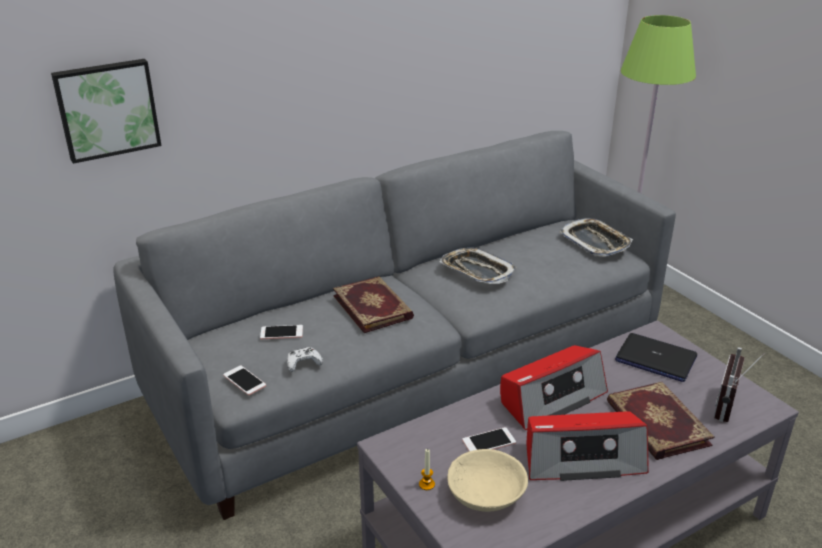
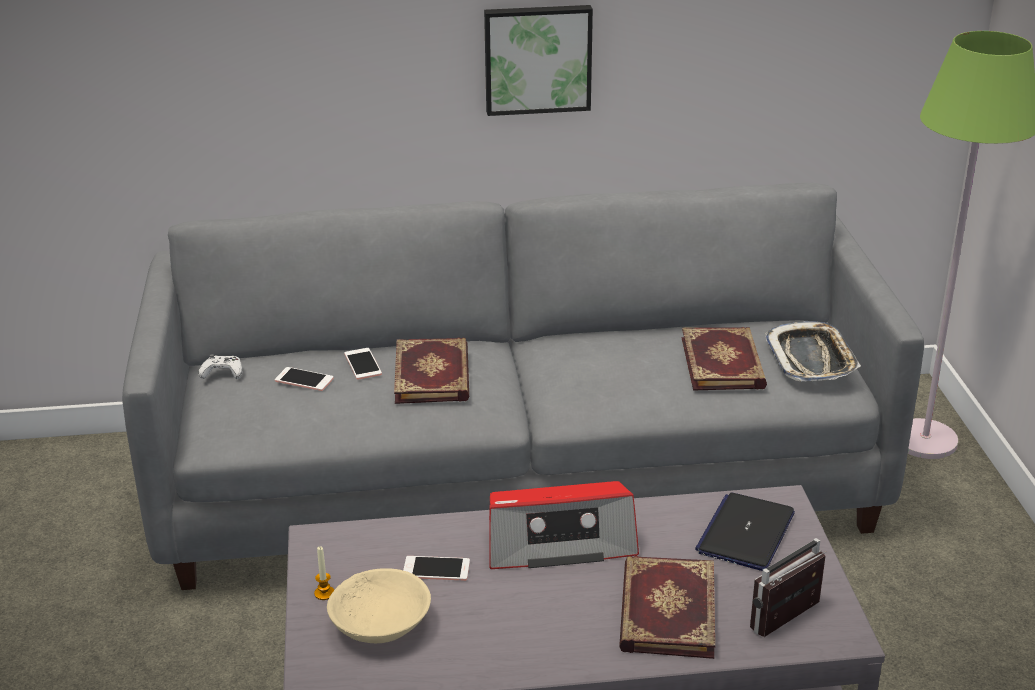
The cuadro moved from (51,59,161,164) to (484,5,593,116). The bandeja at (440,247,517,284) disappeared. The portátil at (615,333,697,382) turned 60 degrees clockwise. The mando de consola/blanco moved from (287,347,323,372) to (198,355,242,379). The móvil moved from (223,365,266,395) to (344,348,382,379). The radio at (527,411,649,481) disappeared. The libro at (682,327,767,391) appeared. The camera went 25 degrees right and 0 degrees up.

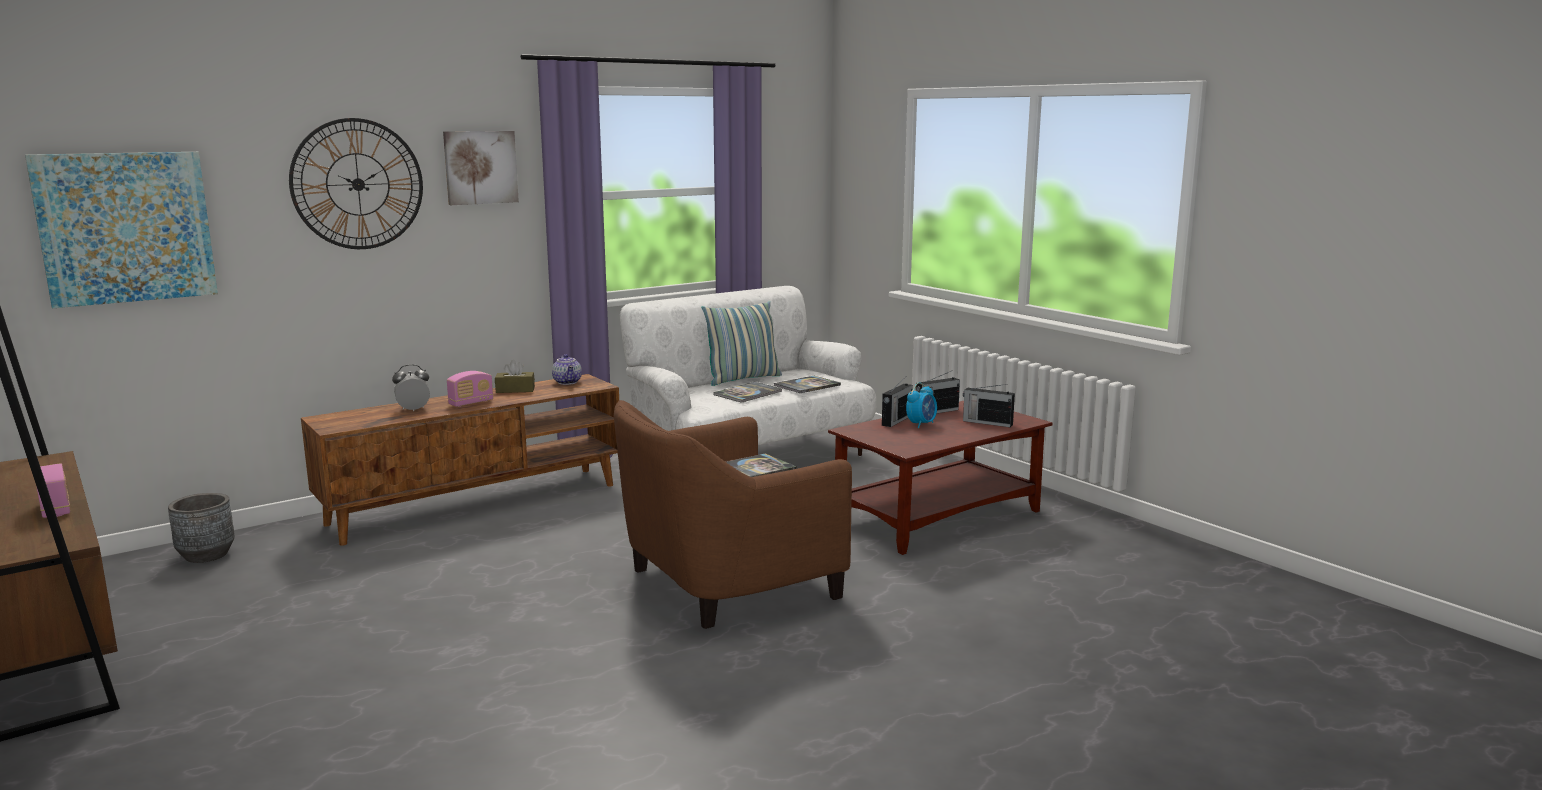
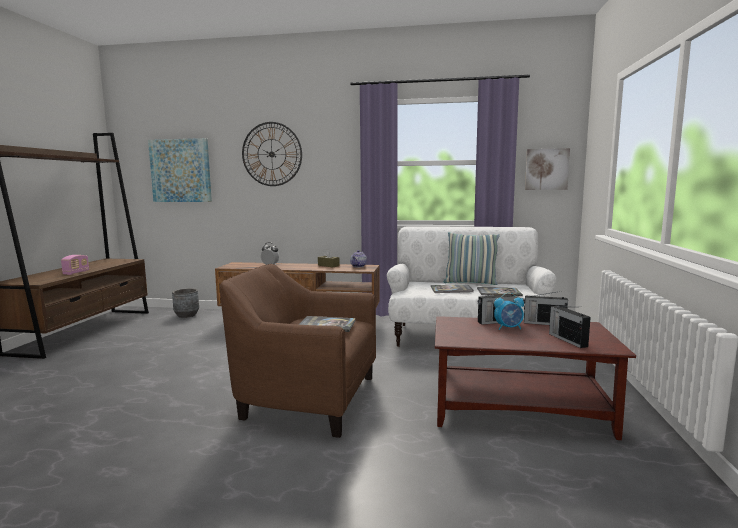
The cuadro moved from (443,131,519,205) to (525,148,570,190). The radio at (447,371,493,407) disappeared. The camera went 45 degrees right and 5 degrees down.

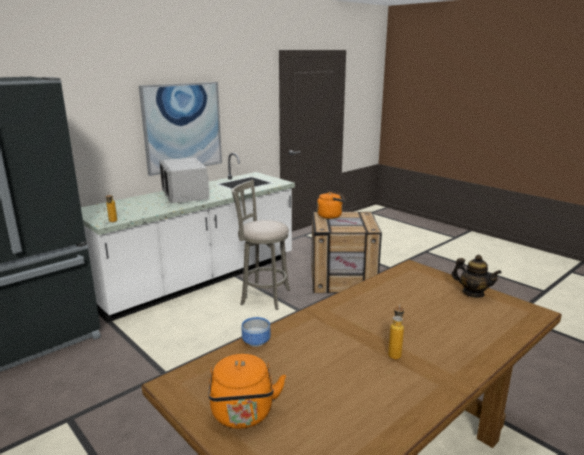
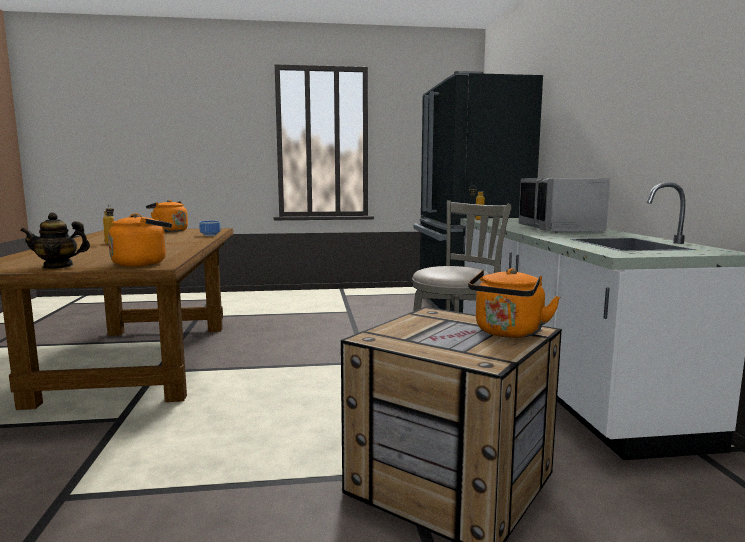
The cuadro at (139,82,222,176) disappeared. The microondas/gris at (159,157,209,203) turned 105 degrees counterclockwise. The hervidor/naranja at (108,213,172,267) appeared. The camera went 125 degrees right and 10 degrees down.

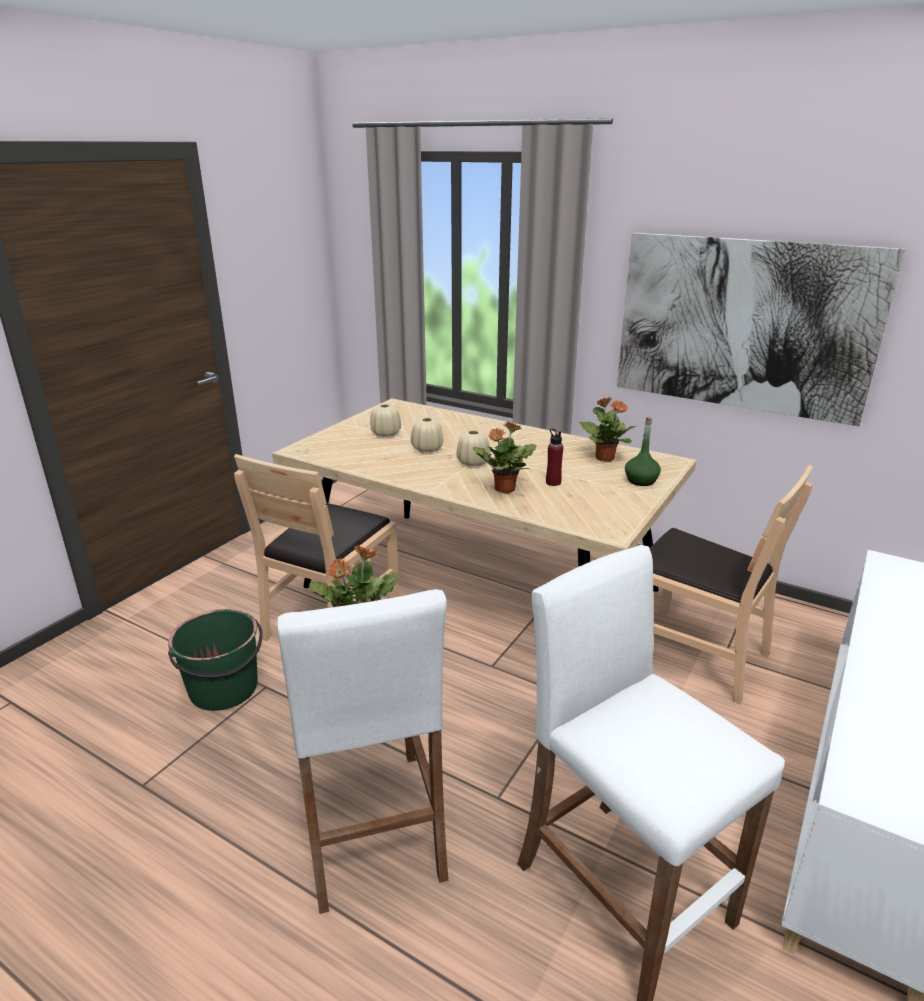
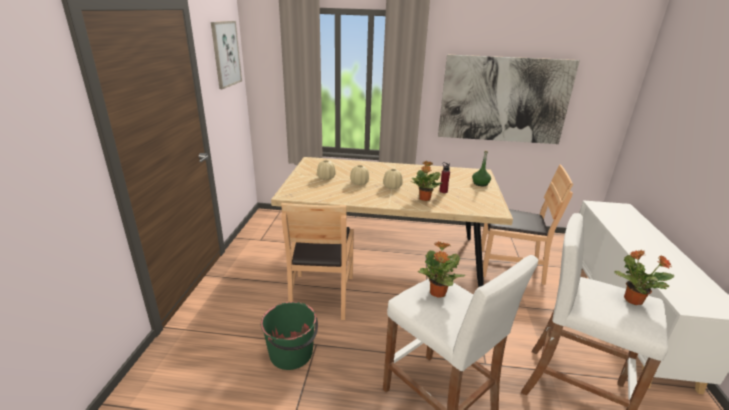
The planta en maceta moved from (580,397,636,461) to (614,250,674,305). The cuadro at (211,21,242,89) appeared. The camera went 25 degrees left and 0 degrees up.

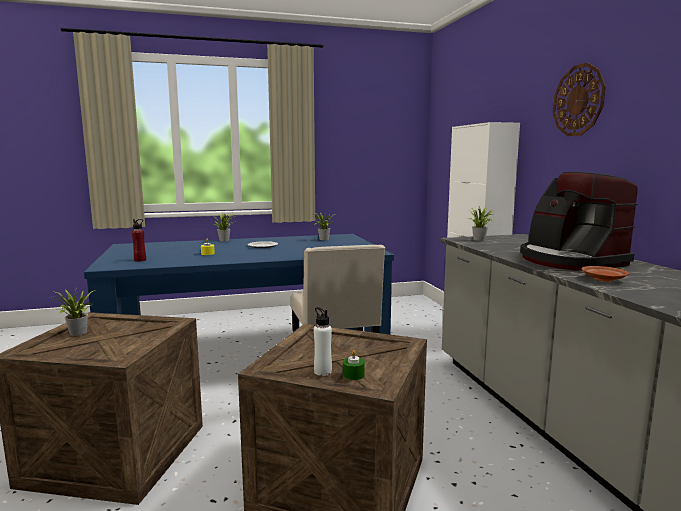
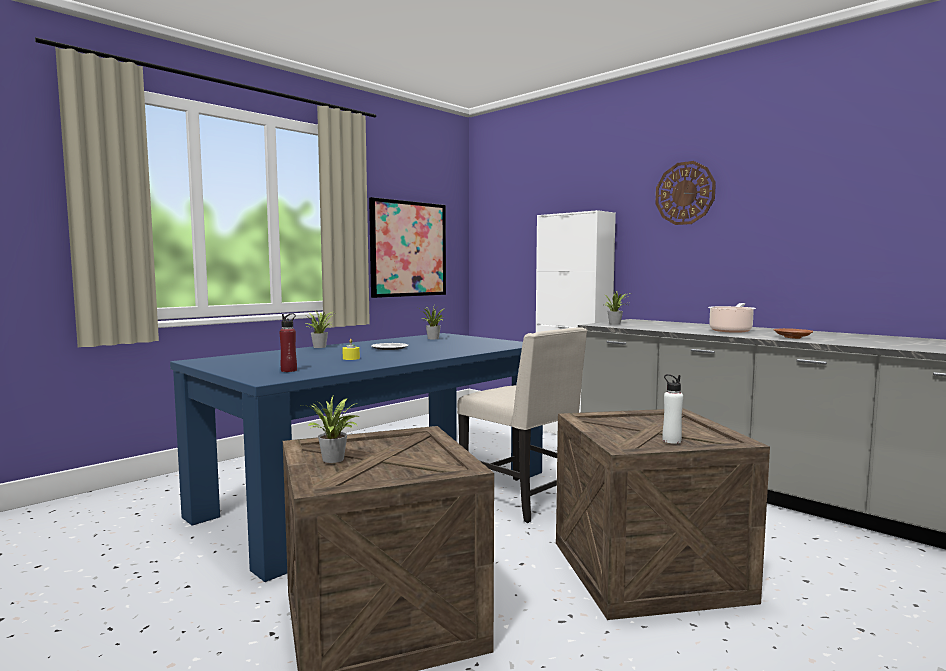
The cafetera at (520,172,638,270) was replaced by the olla at (708,303,756,333). The vela/verde at (343,350,365,380) disappeared. The cuadro at (369,197,446,298) appeared. The camera went 30 degrees left and 5 degrees down.

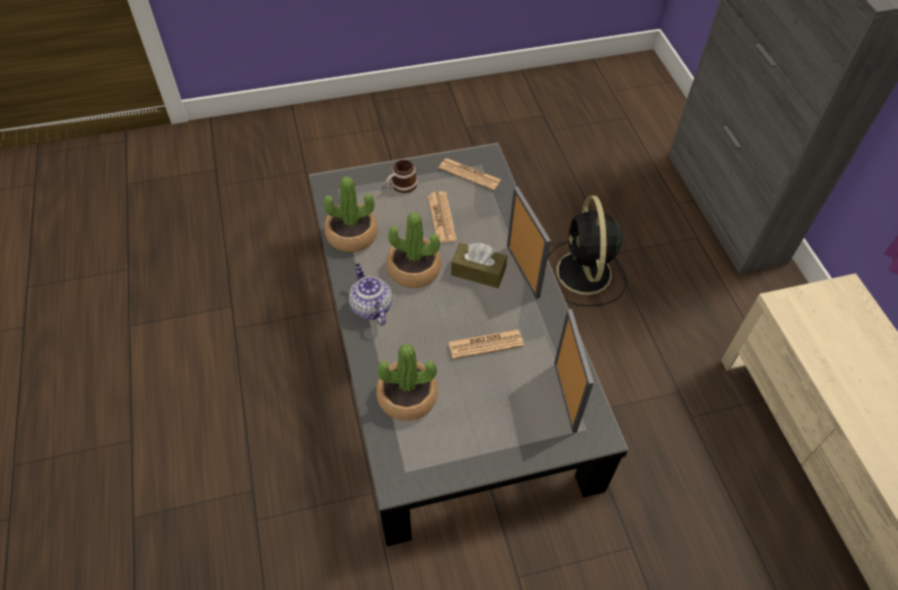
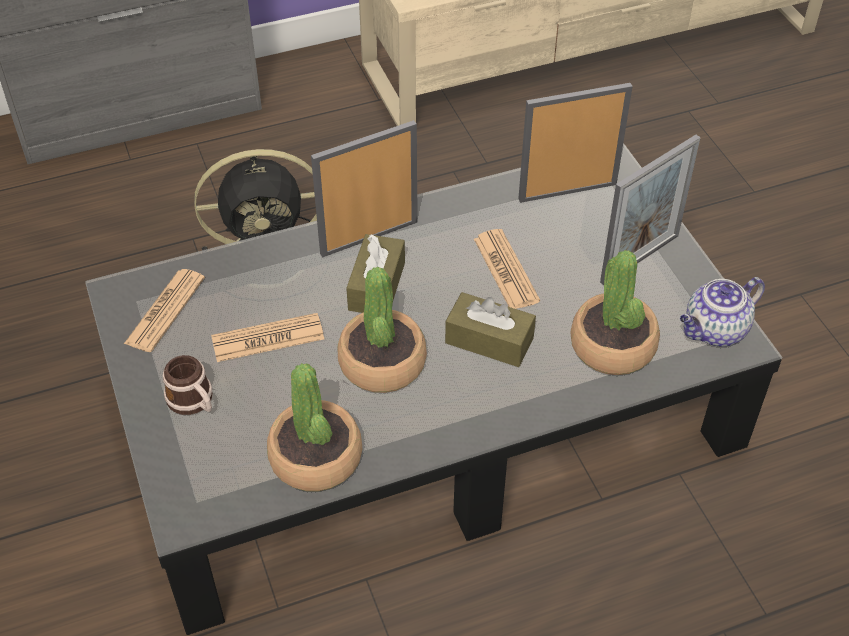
The tetera moved from (349,264,392,326) to (680,277,765,347). The portarretratos at (600,135,701,285) appeared. The caja de pañuelos/marrón at (445,292,536,367) appeared. The camera went 95 degrees left and 5 degrees down.

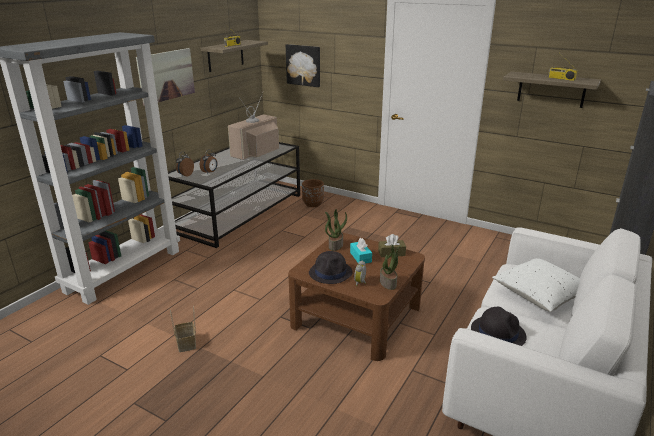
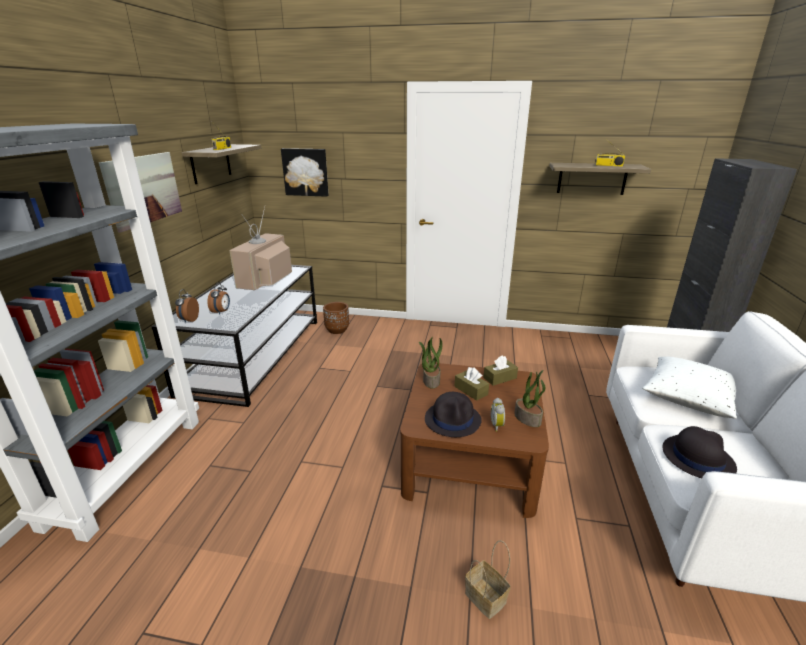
The caja de pañuelos/turquesa at (350,238,372,264) became the caja de pañuelos/marrón at (454,367,489,401). The cesta moved from (170,305,196,352) to (465,540,511,619). The camera went 20 degrees left and 0 degrees up.

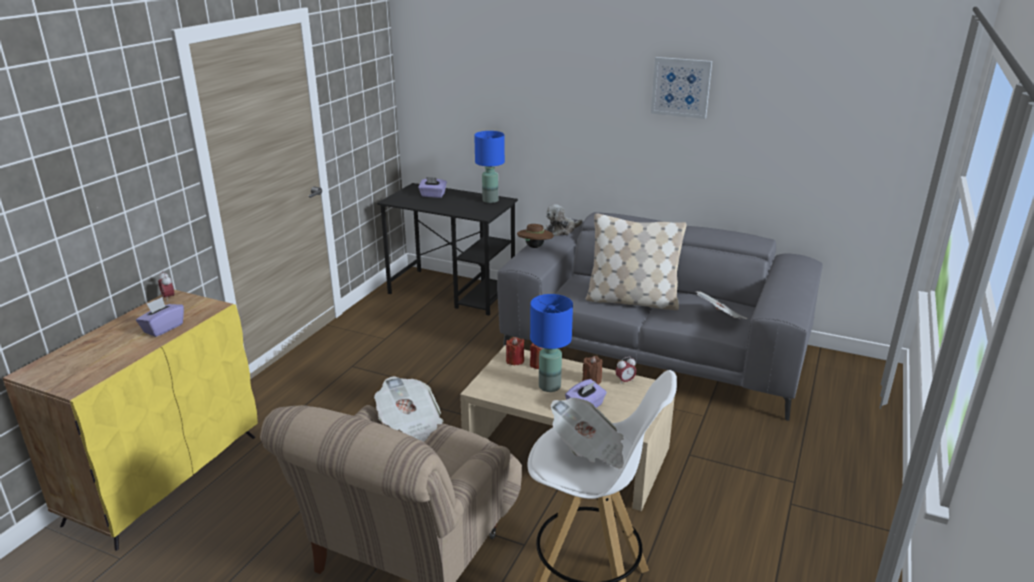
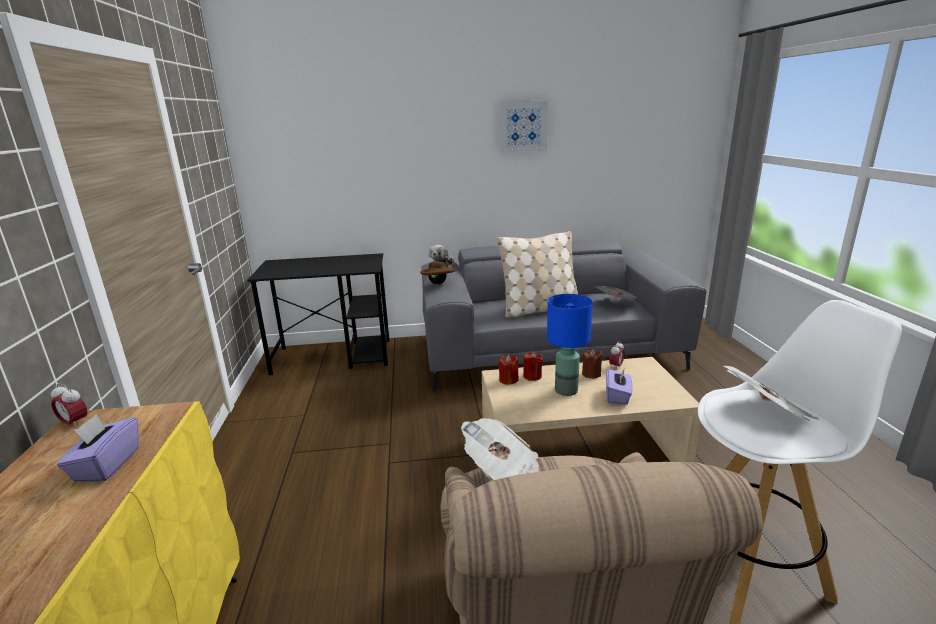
The lámpara de mesa/azul at (474,131,505,203) disappeared. The caja de pañuelos/morado at (418,177,447,198) disappeared. The camera went 30 degrees left and 5 degrees down.

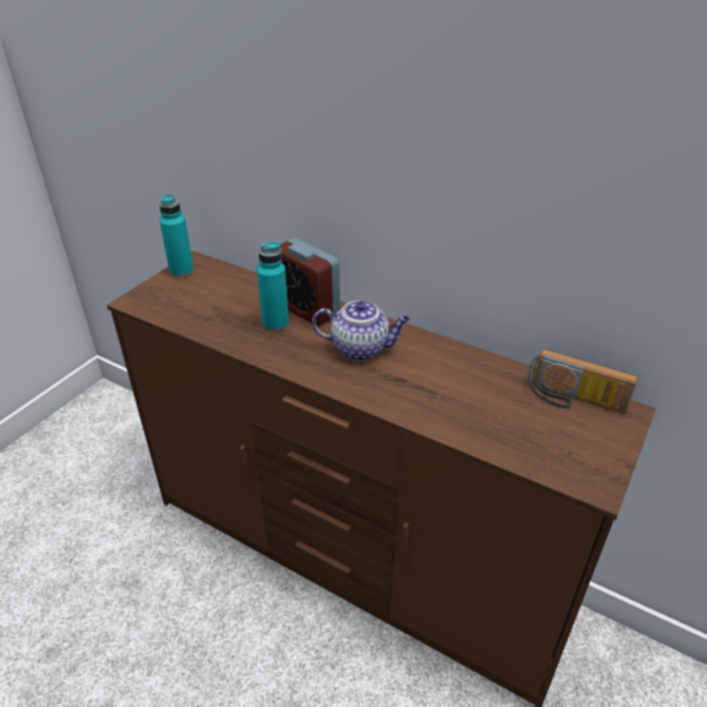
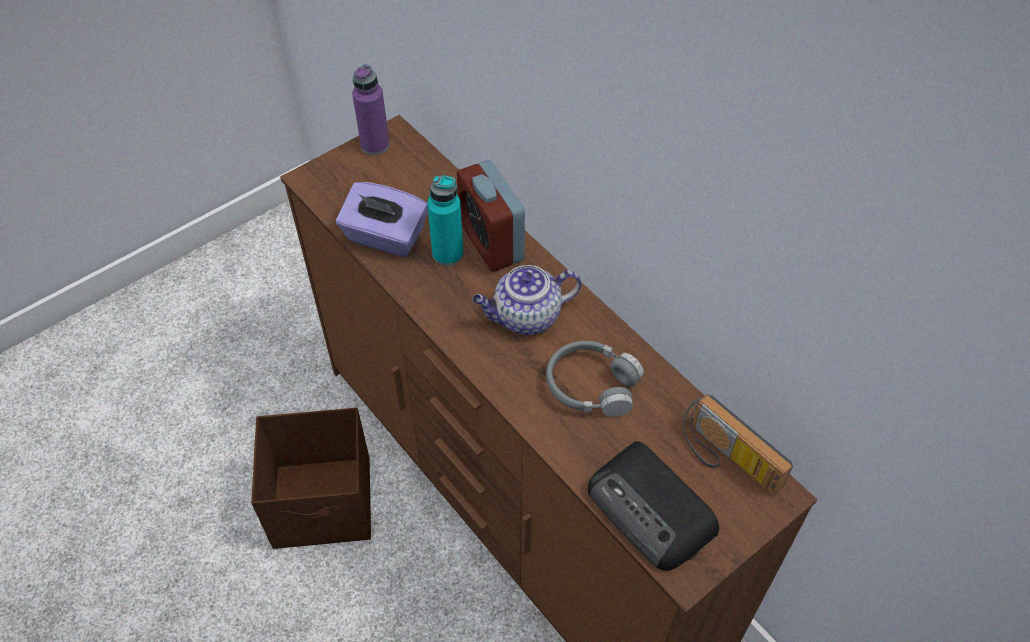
The botella/turquesa at (159,194,194,277) became the botella/morado at (352,64,390,155). The tetera at (312,300,410,361) turned 135 degrees clockwise. The caja de pañuelos/morado at (336,182,428,257) appeared. The auriculares/gris at (546,341,644,417) appeared. The caja de almacenaje/marrón at (251,408,371,549) appeared. The radio at (588,441,719,571) appeared. The camera went 20 degrees right and 15 degrees up.

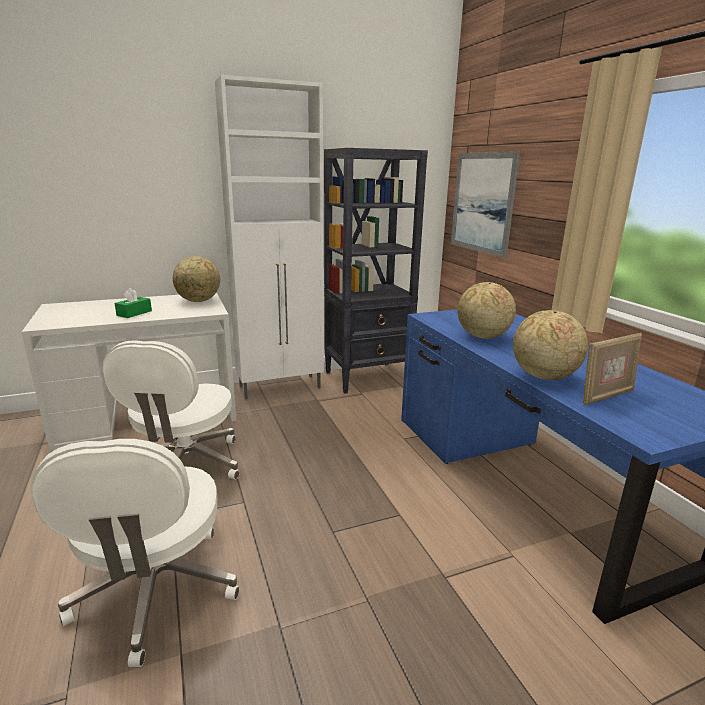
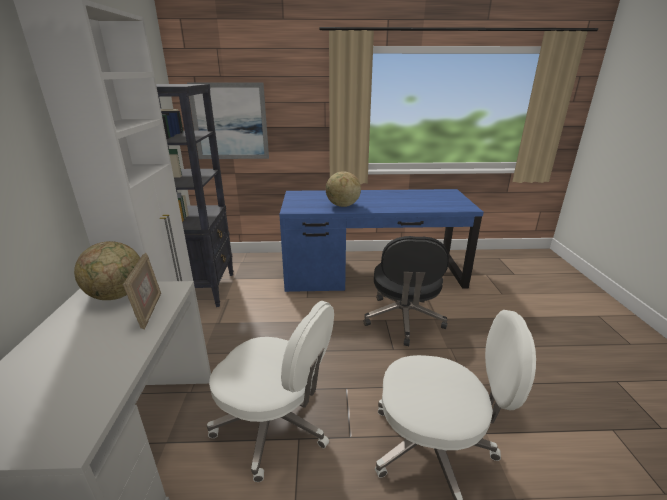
The caja de pañuelos/verde at (114,288,152,318) disappeared. The globo terráqueo at (513,310,588,380) disappeared. The portarretratos moved from (583,333,642,406) to (123,253,161,329). The silla de oficina/negro at (363,236,449,346) appeared. The camera went 70 degrees left and 5 degrees up.

